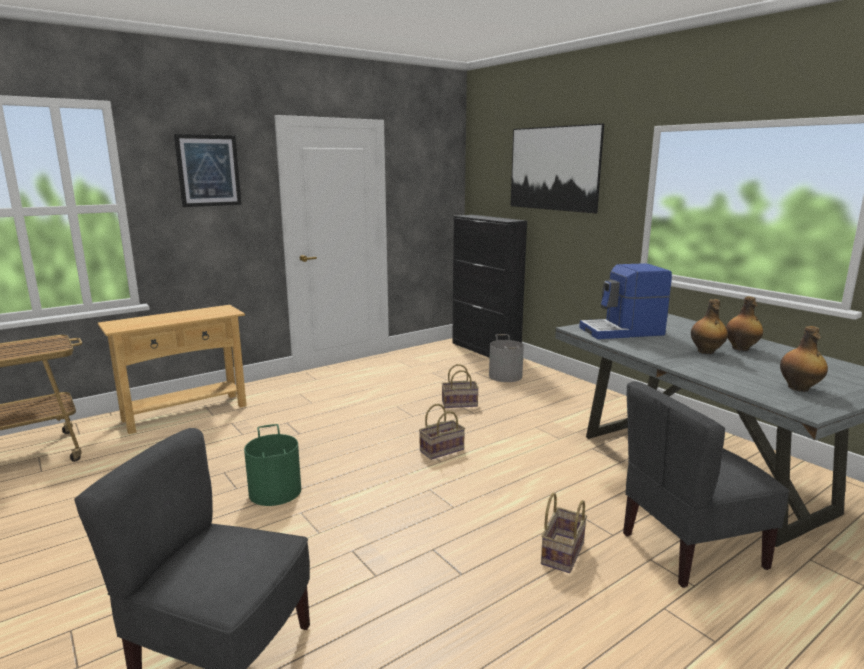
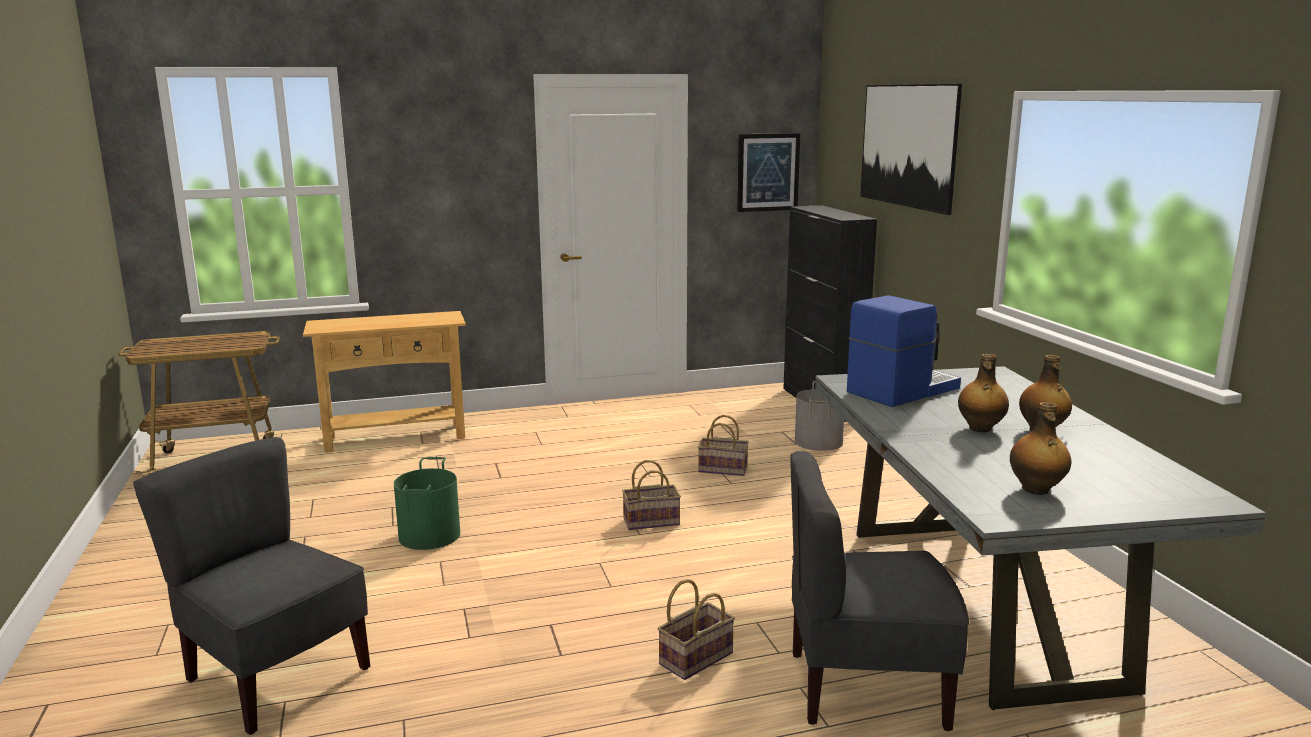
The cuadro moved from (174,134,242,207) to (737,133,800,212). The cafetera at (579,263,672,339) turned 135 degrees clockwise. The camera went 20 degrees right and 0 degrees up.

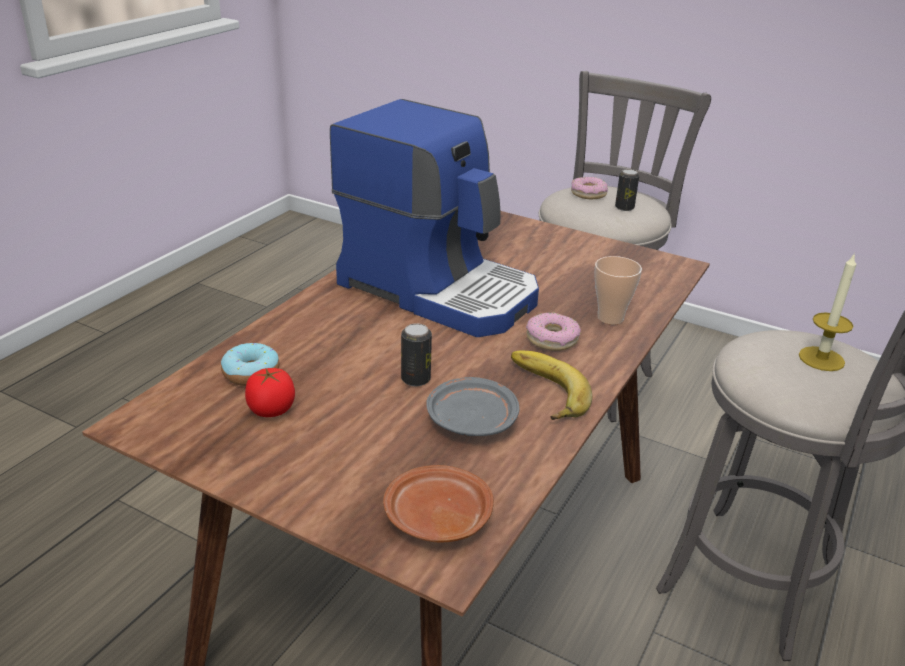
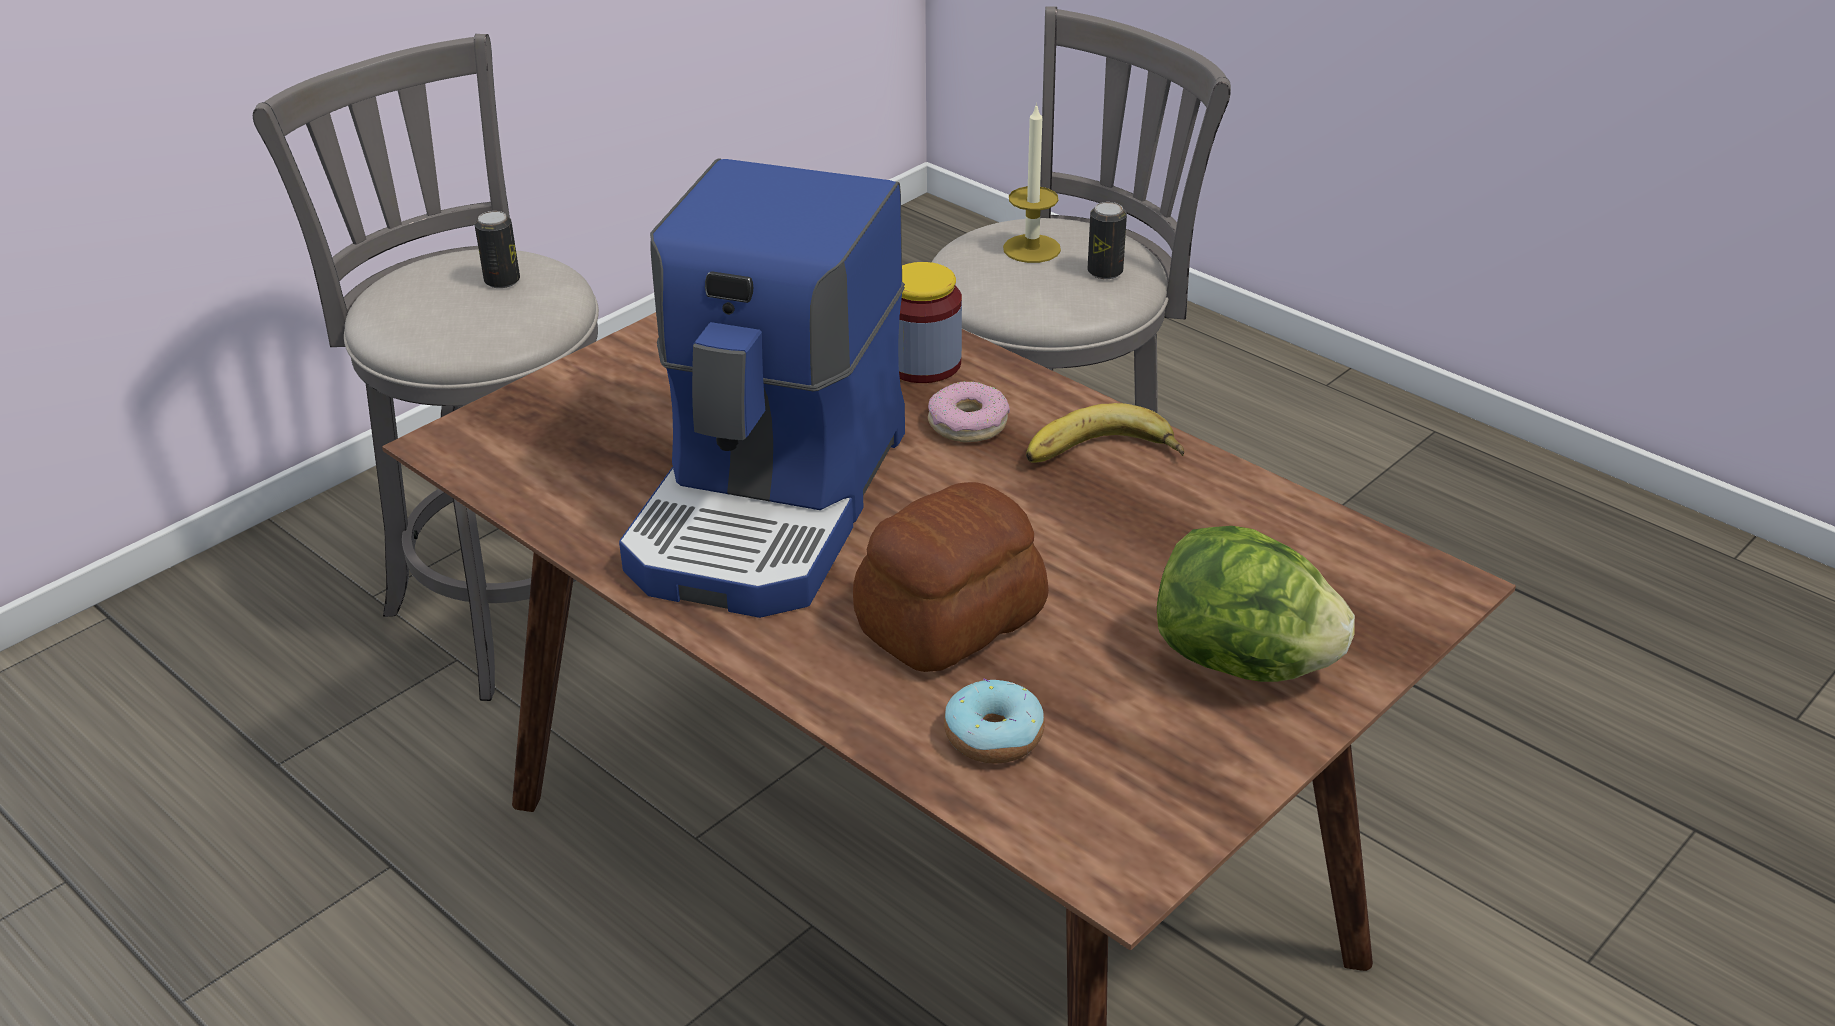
The cafetera at (330,99,539,337) turned 150 degrees clockwise. The rosquilla at (571,177,608,199) disappeared. The taza at (594,256,642,325) was replaced by the tarro at (898,262,962,383). The lata moved from (401,323,432,386) to (1088,202,1127,279). The tomate at (245,368,295,417) disappeared. The plato/gris at (426,377,519,436) disappeared. The plato/marrón at (383,465,494,542) disappeared. The pan at (853,482,1049,672) appeared. The lechuga at (1157,526,1355,682) appeared. The camera went 75 degrees left and 5 degrees up.

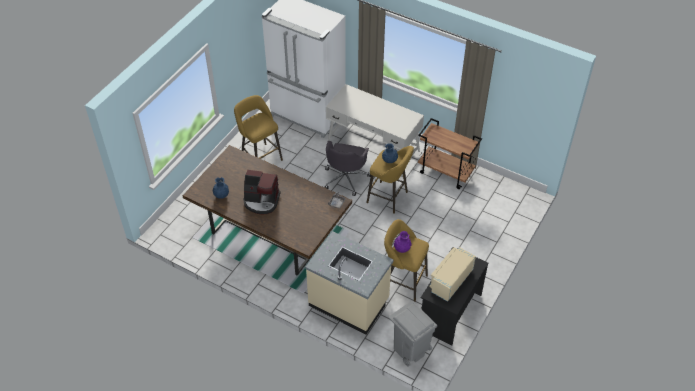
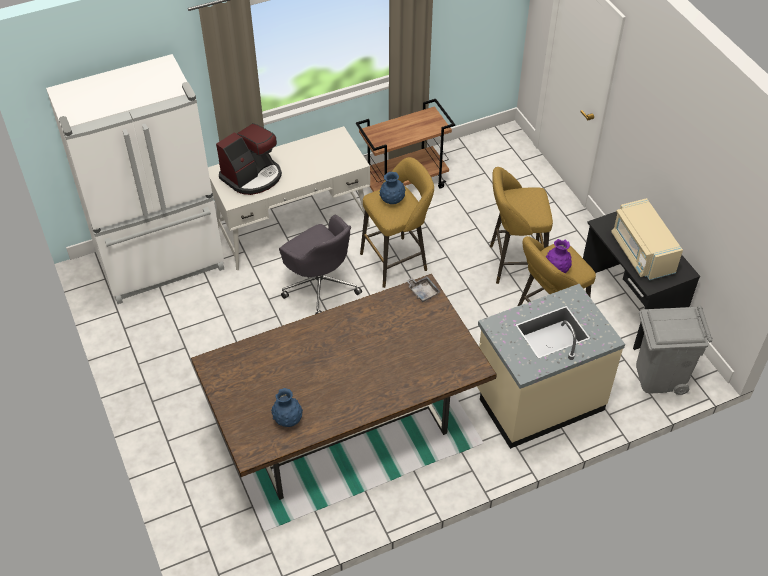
The taburete/amarillo moved from (234,95,283,161) to (490,167,553,284). The cafetera moved from (243,170,281,214) to (216,123,282,195). The camera went 55 degrees left and 0 degrees up.

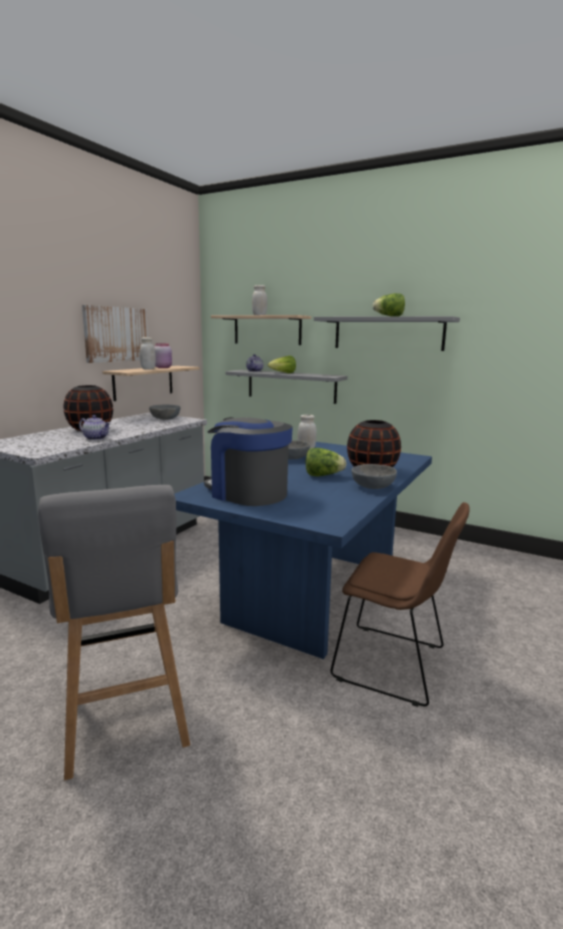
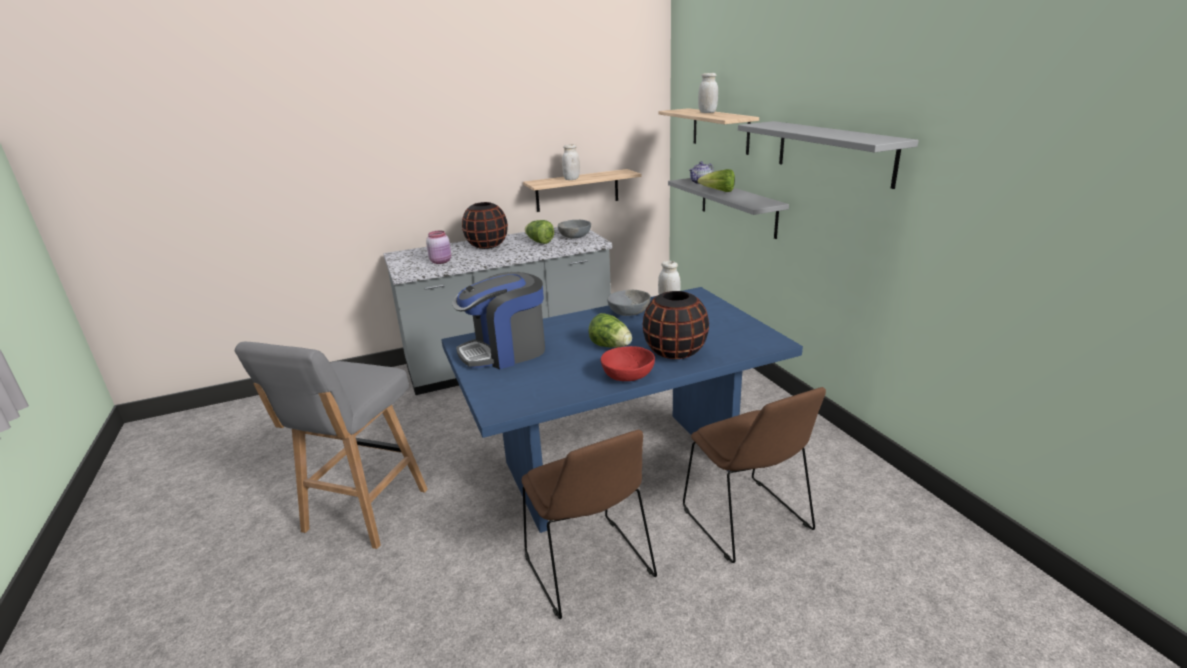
The lechuga moved from (373,293,405,316) to (525,220,554,244). The cuadro at (82,305,148,363) disappeared. The tarro/rosa moved from (154,343,172,368) to (426,231,451,264). The tetera at (79,415,110,440) disappeared. The cafetera at (204,417,293,506) turned 105 degrees counterclockwise. The cuenco/gris at (352,464,397,489) became the cuenco/rojo at (601,346,655,381). The silla/marrón at (683,387,826,563) appeared. The camera went 40 degrees right and 10 degrees up.

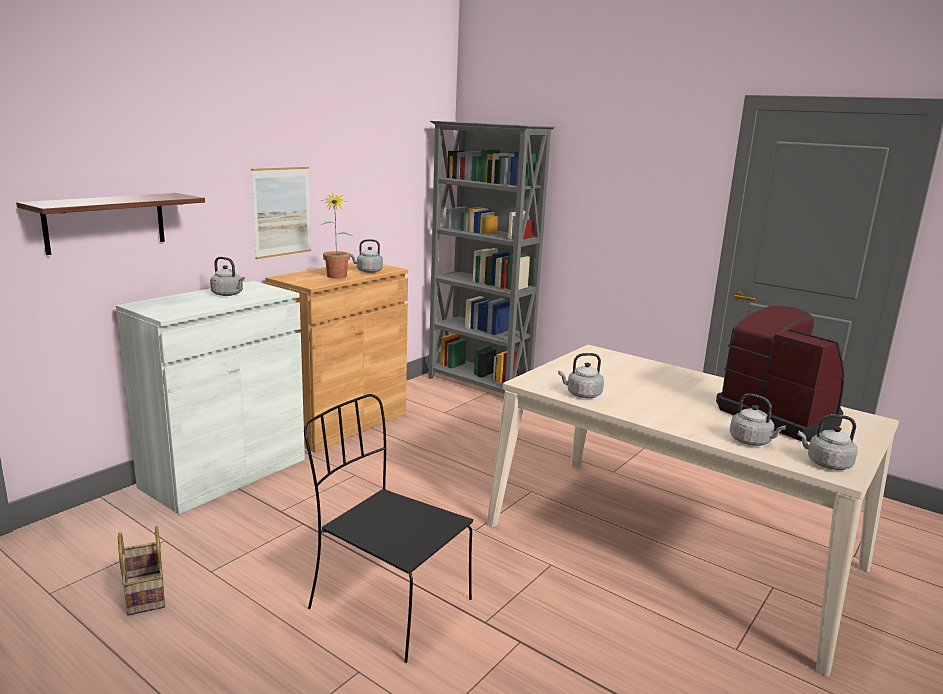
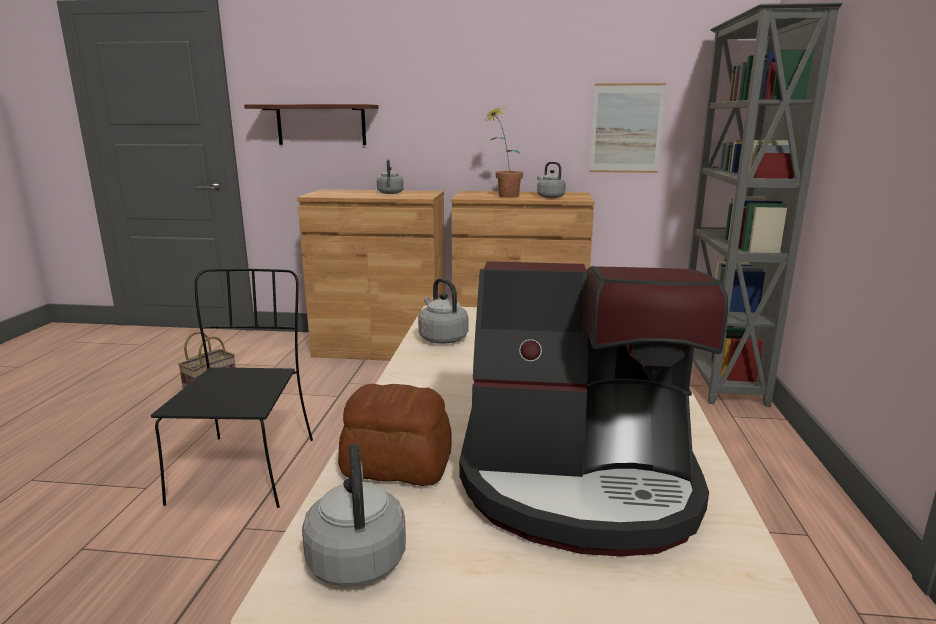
The cuadro moved from (251,167,311,259) to (590,83,666,173). The armario/blanco at (116,281,305,514) became the armario/marrón at (297,189,445,361). The cafetera at (716,305,845,442) turned 75 degrees clockwise. The hervidor/gris at (730,393,786,446) was replaced by the pan at (338,384,452,486). The camera went 60 degrees right and 0 degrees up.

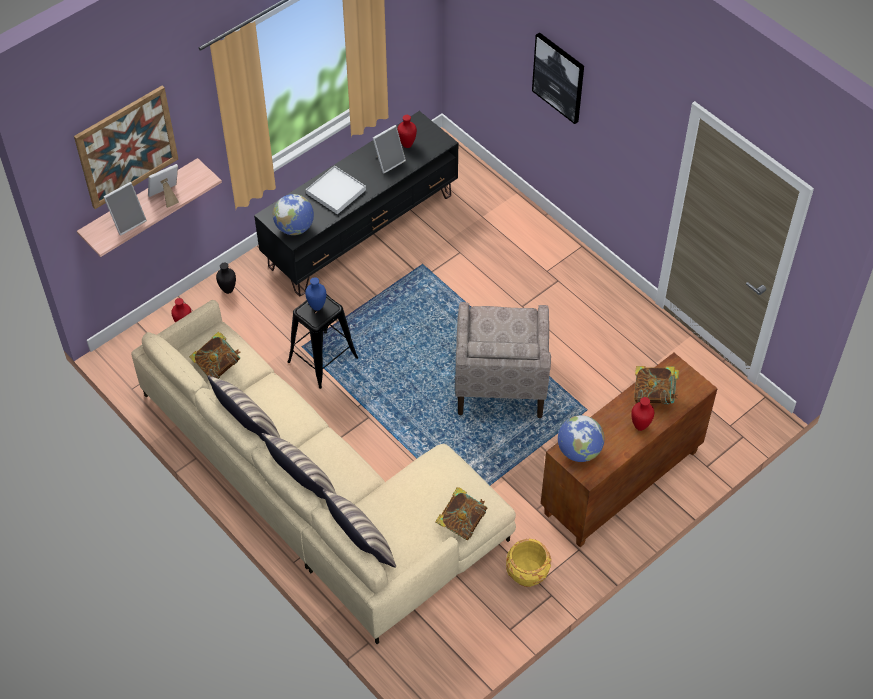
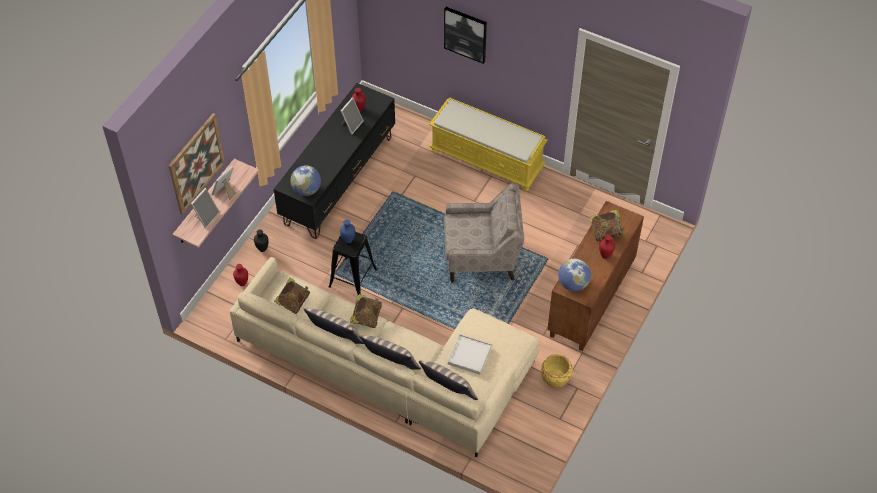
The bandeja/blanco moved from (306,165,366,214) to (448,334,492,375). The sillón/beis at (455,302,551,418) turned 75 degrees counterclockwise. The libro moved from (435,487,487,540) to (350,294,382,328). The banco/amarillo at (429,97,548,191) appeared. The camera went 20 degrees left and 0 degrees up.

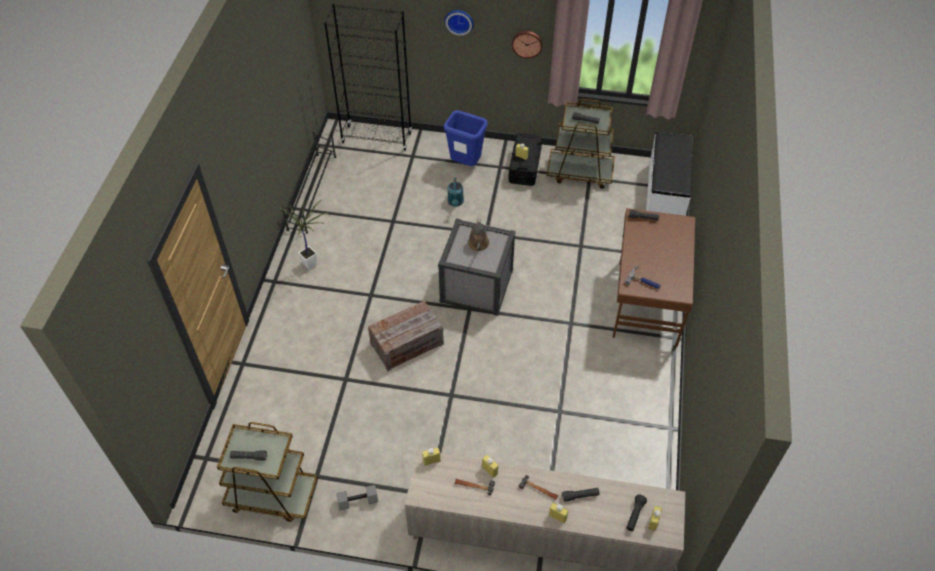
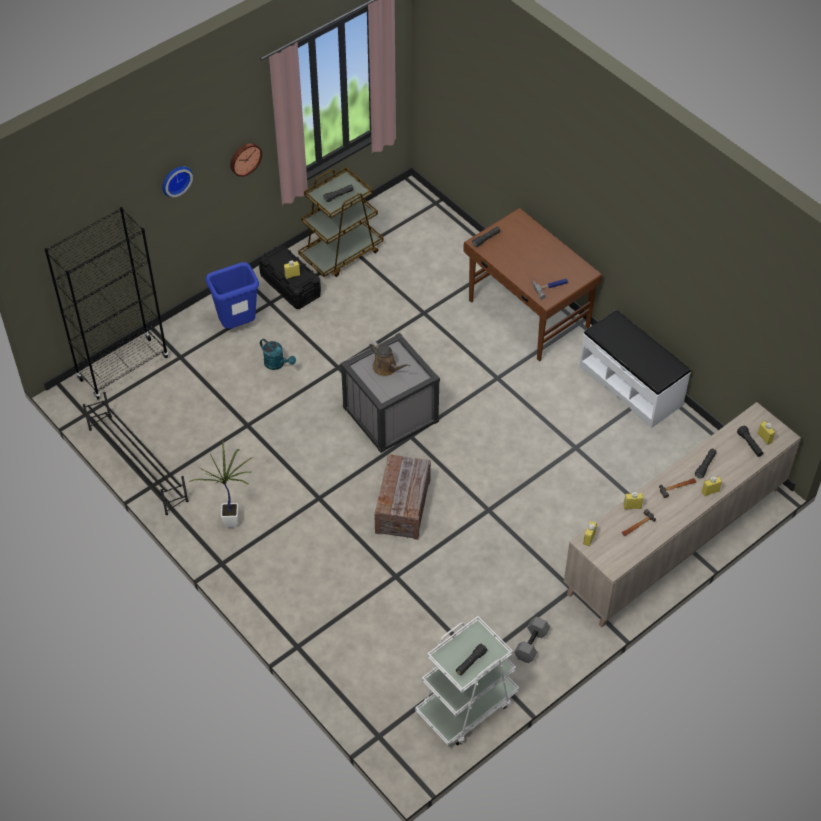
The banco/blanco moved from (646,132,693,216) to (580,309,691,428). The carrito/marrón at (217,422,318,522) became the carrito/blanco at (415,616,519,746). The camera went 50 degrees left and 0 degrees up.

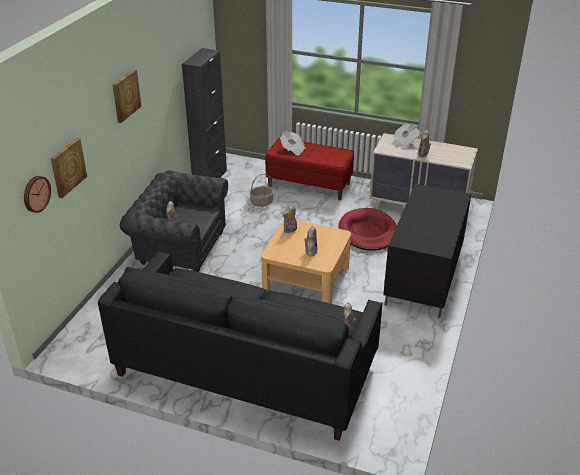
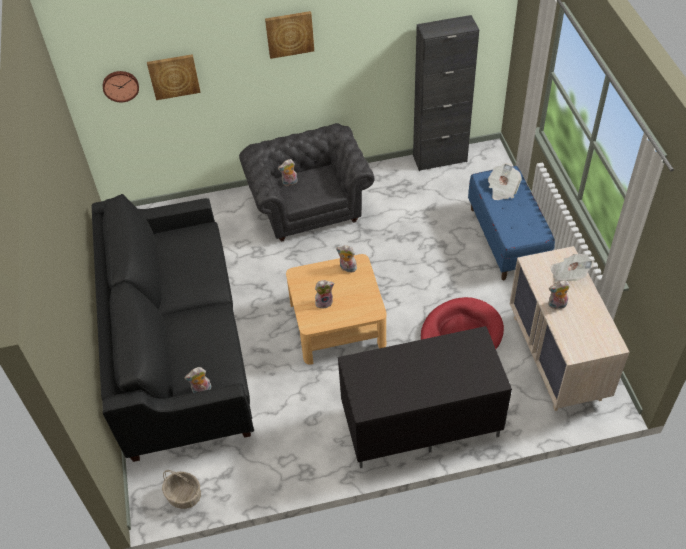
The banco/rojo at (265,138,354,200) became the banco/azul at (468,166,555,280). The cesta moved from (249,174,274,207) to (162,470,201,509). The camera went 60 degrees right and 15 degrees up.

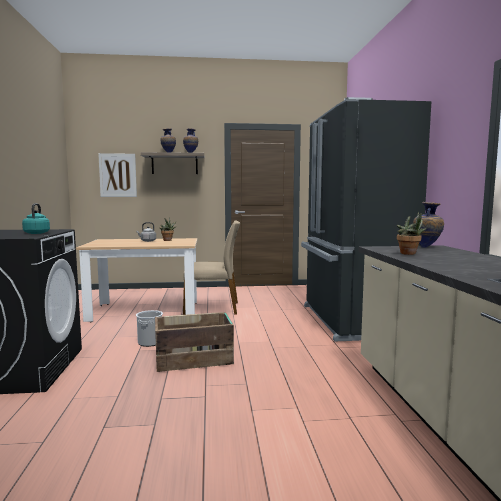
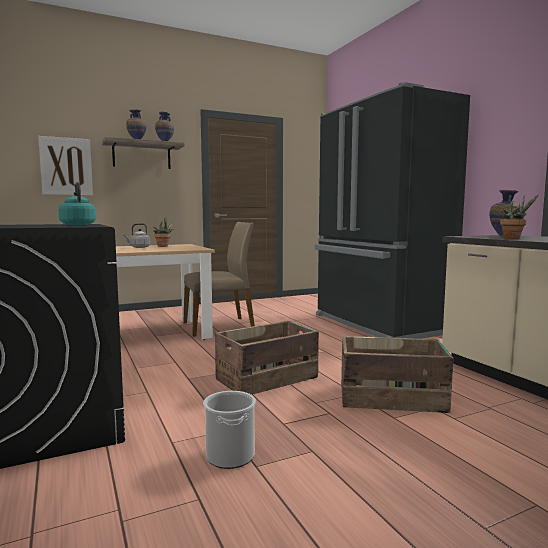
The cubo moved from (136,310,163,347) to (203,391,256,469). The caja de embalaje at (341,336,454,413) appeared. The camera went 20 degrees left and 0 degrees up.

